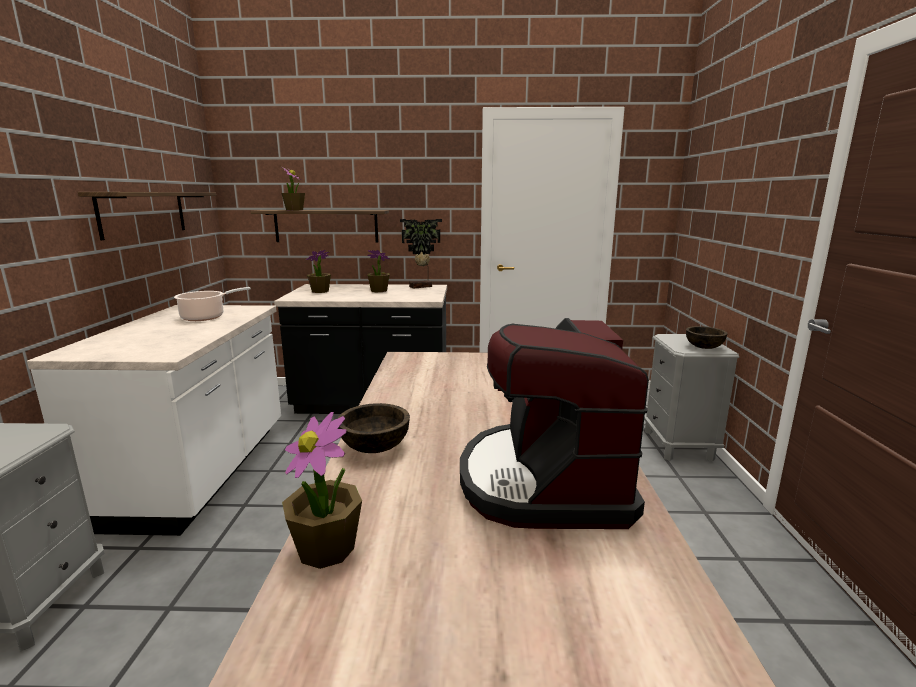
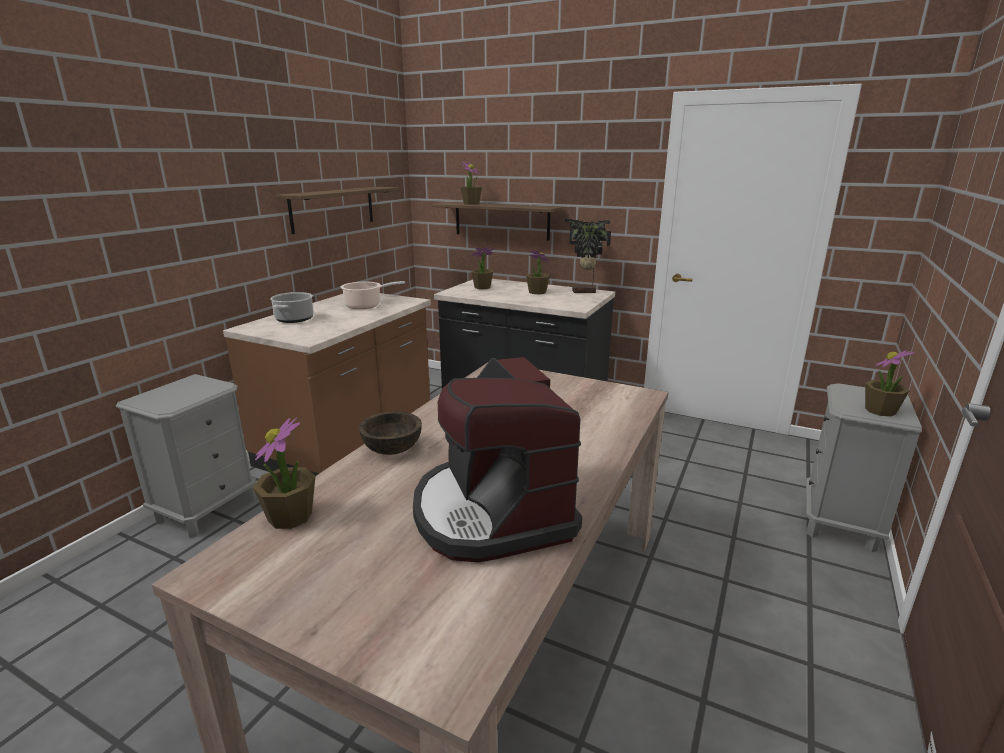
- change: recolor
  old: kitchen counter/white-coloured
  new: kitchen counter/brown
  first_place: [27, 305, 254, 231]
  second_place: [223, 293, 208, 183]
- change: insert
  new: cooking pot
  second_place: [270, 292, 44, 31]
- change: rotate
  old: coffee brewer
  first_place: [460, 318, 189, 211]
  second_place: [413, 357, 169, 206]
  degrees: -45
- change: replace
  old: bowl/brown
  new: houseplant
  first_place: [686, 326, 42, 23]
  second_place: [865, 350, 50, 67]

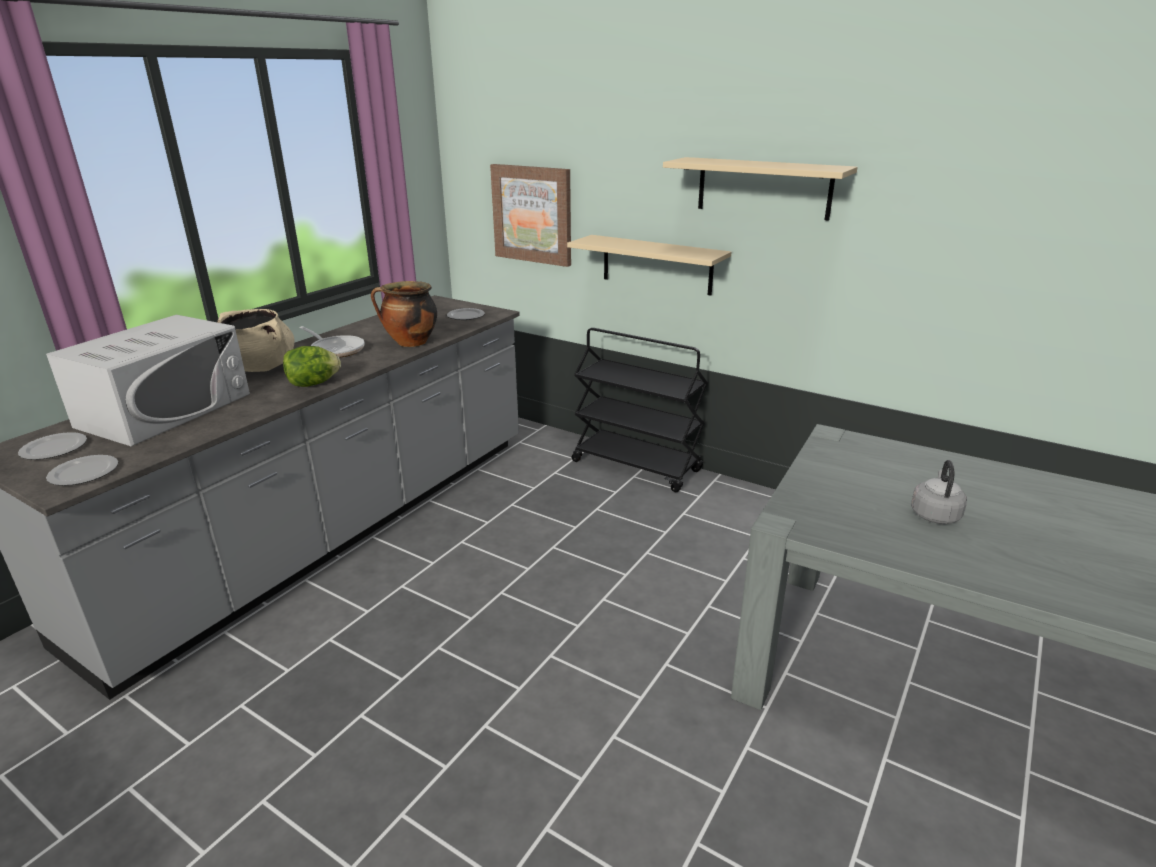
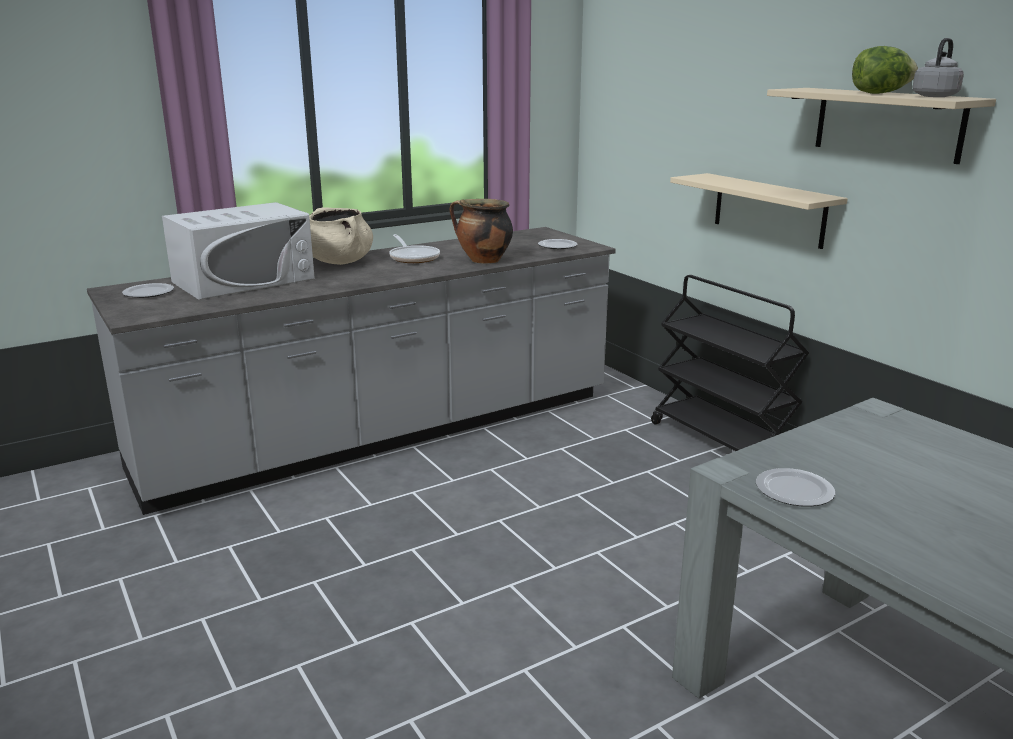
- change: move
  old: dinner plate
  first_place: [46, 455, 72, 31]
  second_place: [756, 468, 79, 39]
- change: move
  old: lettuce head
  first_place: [283, 346, 58, 41]
  second_place: [852, 46, 66, 48]
- change: move
  old: kettle/greyish
  first_place: [911, 460, 56, 64]
  second_place: [912, 38, 52, 59]
- change: delete
  old: wall art
  first_place: [490, 164, 81, 103]

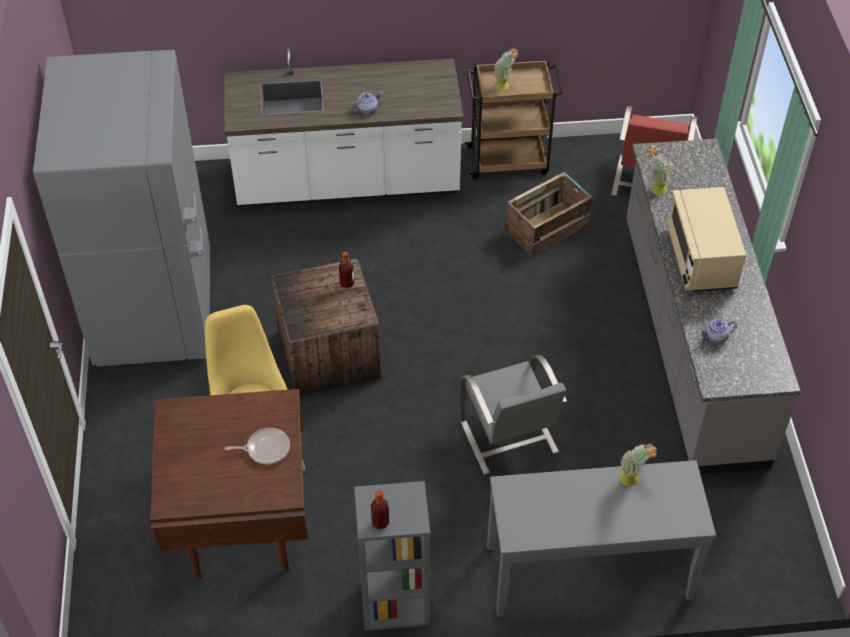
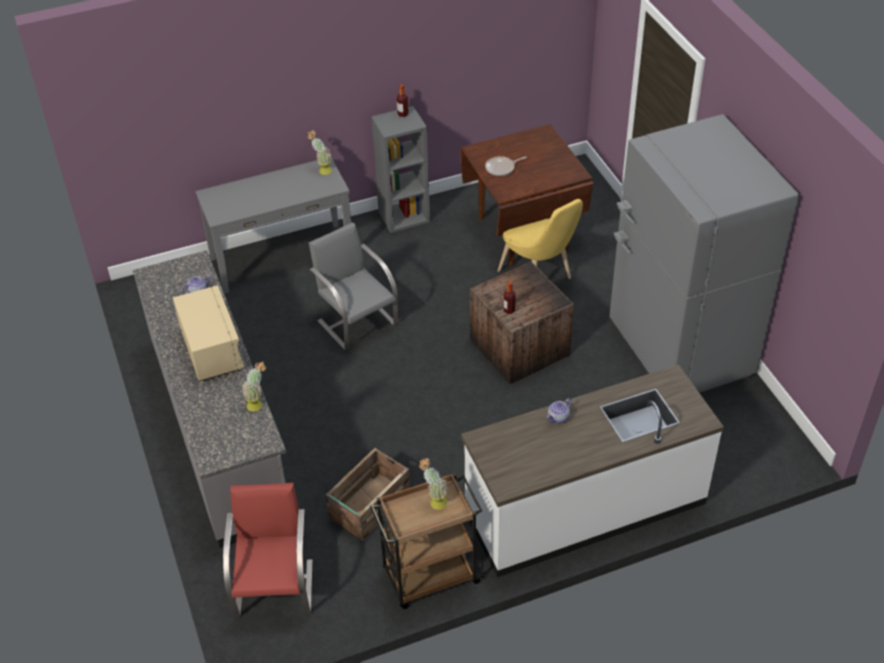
- change: move
  old: houseplant
  first_place: [619, 443, 38, 43]
  second_place: [307, 130, 25, 45]

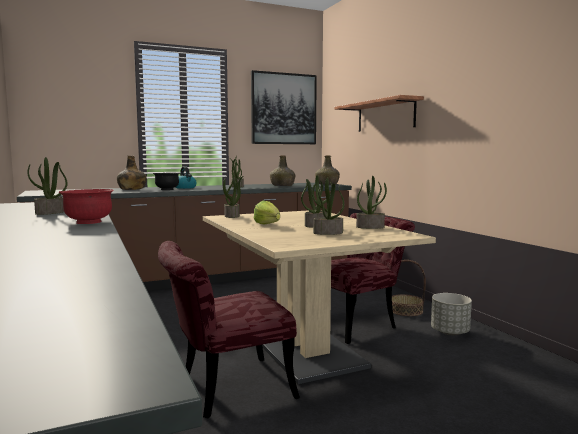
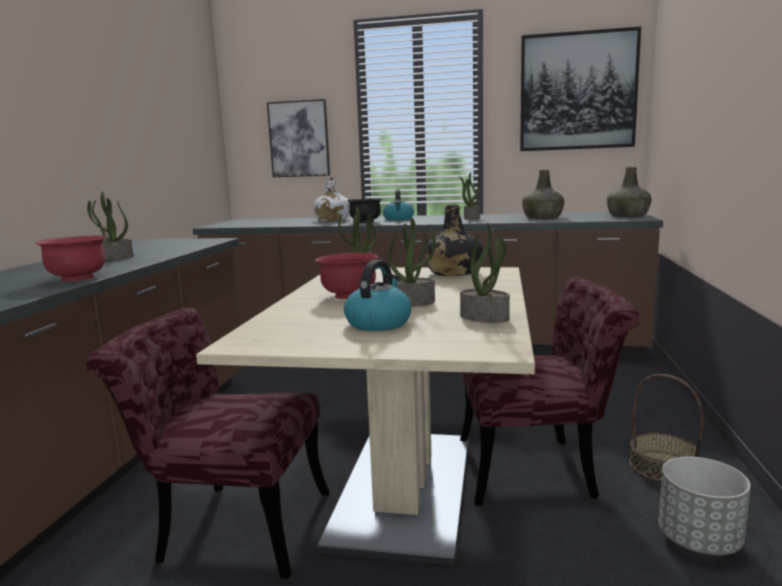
- change: insert
  new: wall art
  second_place: [267, 99, 63, 78]
- change: recolor
  old: bottle/greenish
  new: bottle/white-coloured
  first_place: [117, 156, 30, 34]
  second_place: [314, 176, 36, 45]
- change: replace
  old: lettuce head
  new: bowl/reddish
  first_place: [254, 201, 26, 23]
  second_place: [315, 253, 64, 46]
- change: replace
  old: houseplant
  new: kettle
  first_place: [312, 178, 33, 57]
  second_place: [344, 260, 68, 71]
- change: insert
  new: bottle/black-coloured
  second_place: [425, 204, 58, 72]
- change: delete
  old: shelf
  first_place: [334, 95, 90, 37]

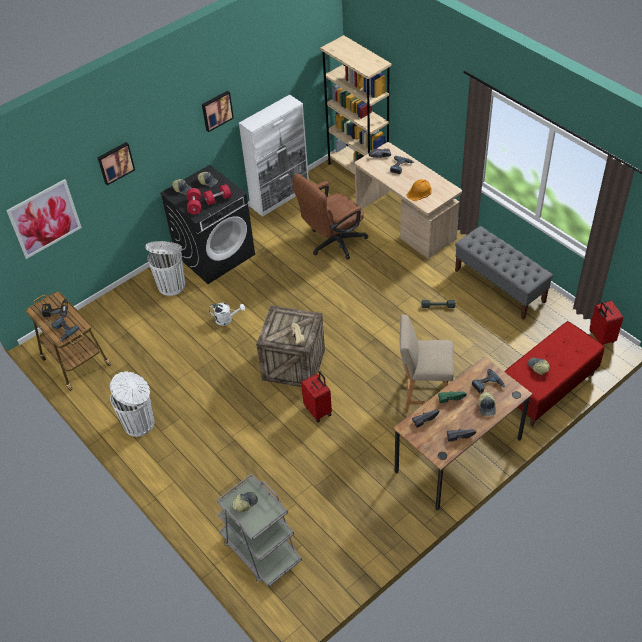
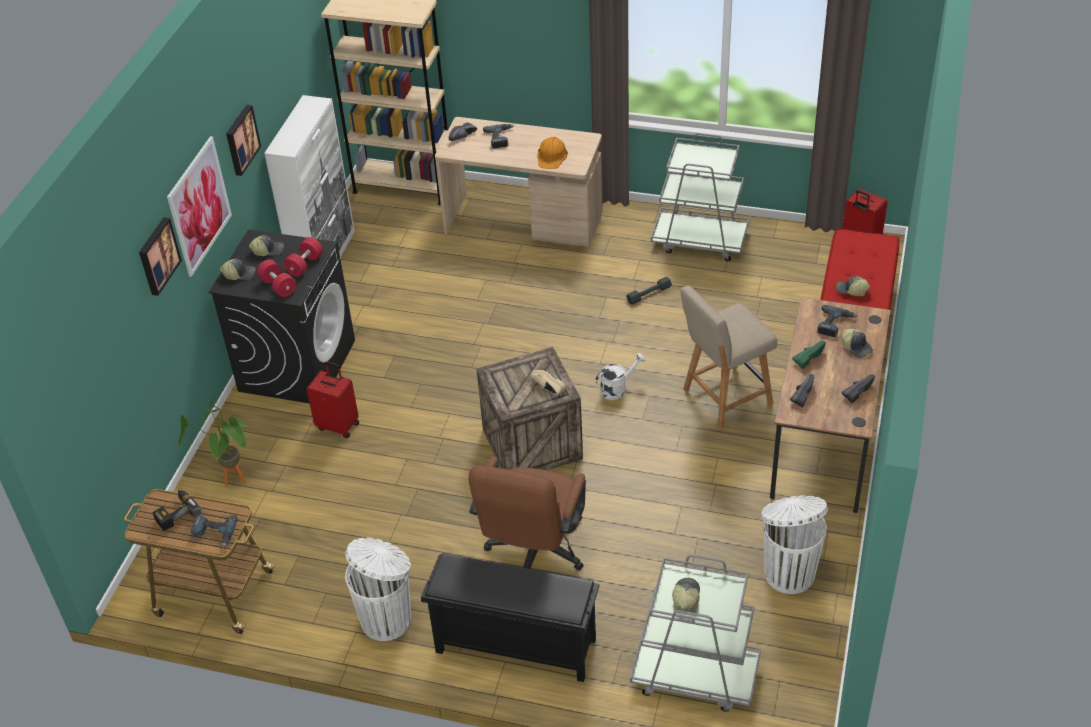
- change: move
  old: wall art
  first_place: [6, 179, 76, 80]
  second_place: [167, 136, 65, 141]
- change: insert
  new: houseplant
  second_place: [178, 397, 71, 90]
- change: move
  old: suitcase/reddish
  first_place: [301, 371, 31, 52]
  second_place: [306, 361, 53, 78]
- change: insert
  new: shoe shelf/black-coloured
  second_place: [421, 553, 178, 129]
- change: move
  old: desk chair/brown
  first_place: [292, 174, 76, 86]
  second_place: [469, 456, 117, 115]
- change: move
  old: watering can/white-coloured
  first_place: [209, 303, 36, 23]
  second_place: [595, 353, 50, 47]
- change: replace
  old: indoor bench/greyish
  new: cart/greyish
  first_place: [455, 226, 98, 94]
  second_place: [651, 133, 98, 128]
- change: move
  old: rubbish bin/white-coloured
  first_place: [145, 241, 40, 55]
  second_place: [762, 495, 66, 99]

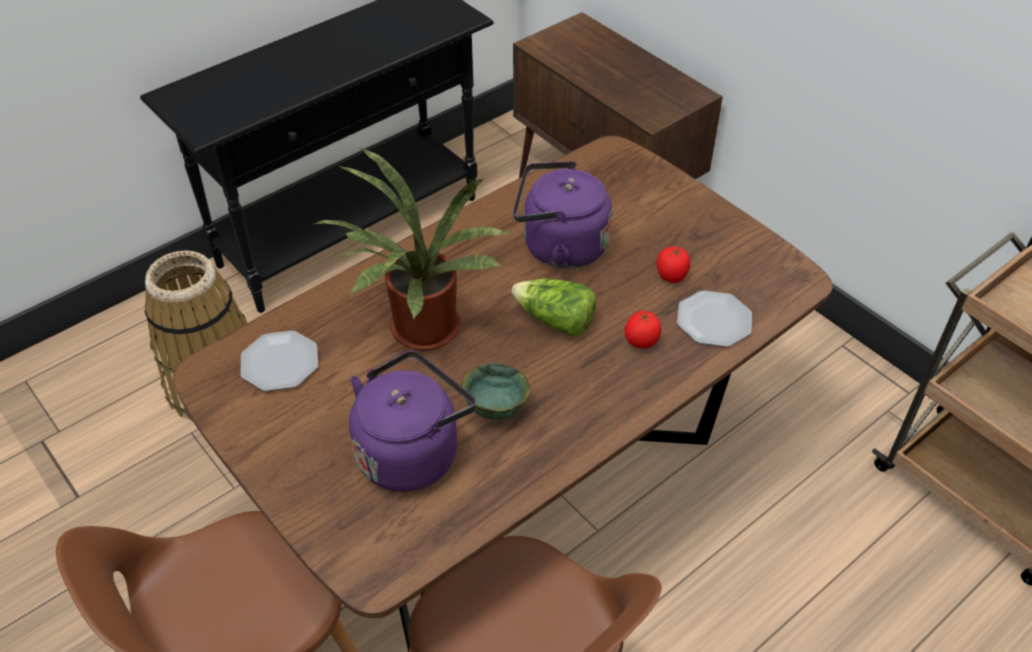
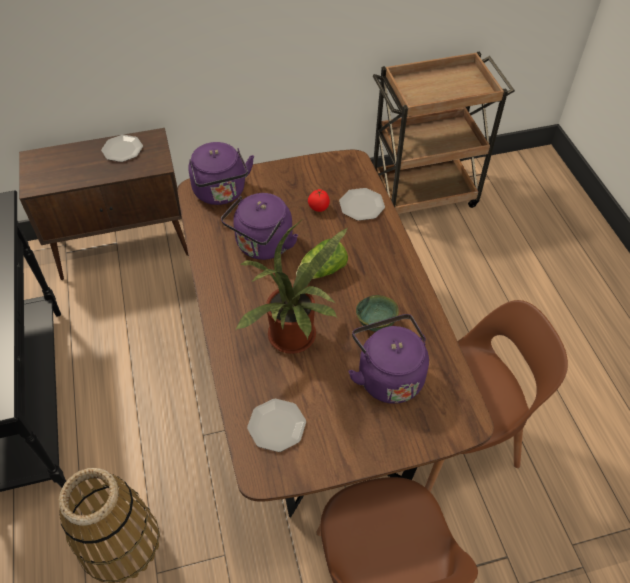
- change: insert
  new: dinner plate
  second_place: [101, 135, 42, 27]
- change: insert
  new: kettle/purplish
  second_place: [188, 142, 66, 63]
- change: delete
  old: fresh tomato
  first_place: [625, 311, 36, 38]

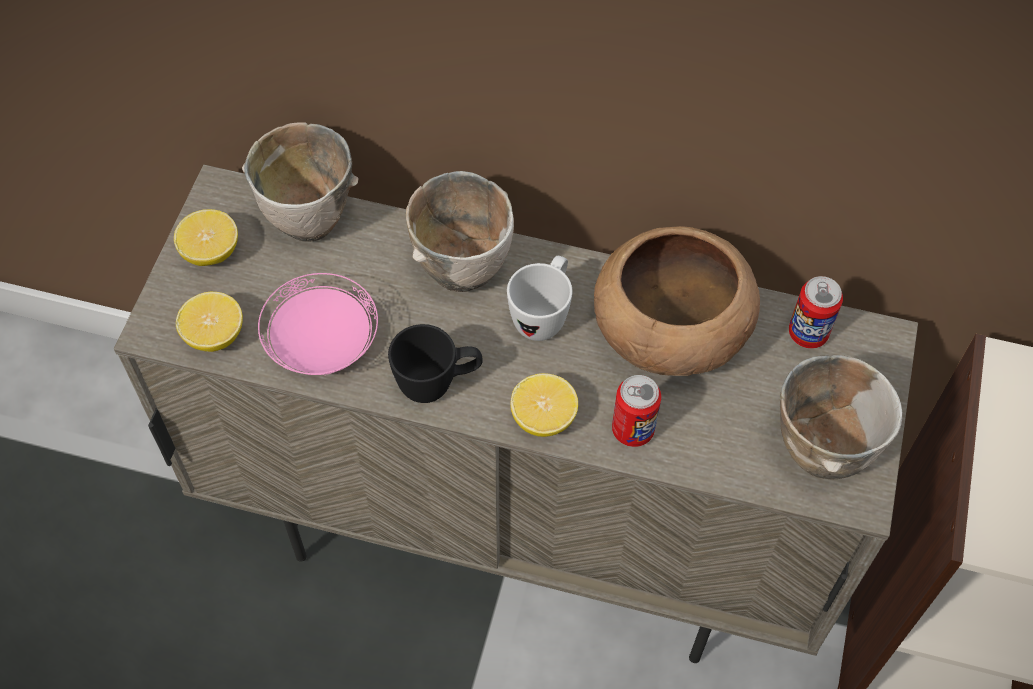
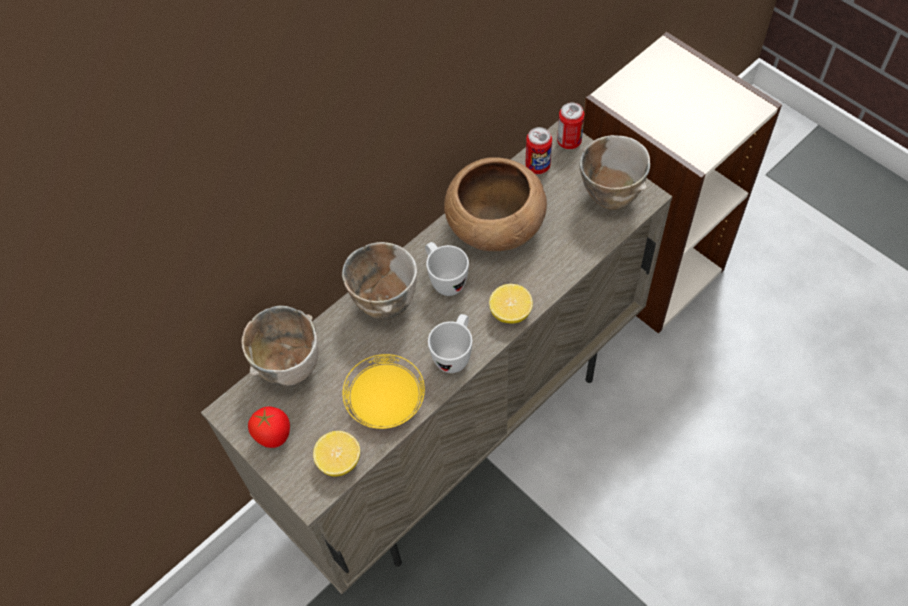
- change: replace
  old: lemon
  new: fresh tomato
  first_place: [174, 209, 64, 57]
  second_place: [248, 406, 42, 42]
- change: recolor
  old: dinner plate/pinkish
  new: dinner plate/yellow-coloured
  first_place: [258, 273, 120, 103]
  second_place: [342, 354, 83, 75]
- change: recolor
  old: tea mug/black-coloured
  new: tea mug/white-coloured
  first_place: [388, 324, 95, 79]
  second_place: [428, 314, 44, 59]
- change: move
  old: can
  first_place: [612, 375, 49, 72]
  second_place: [557, 102, 27, 47]

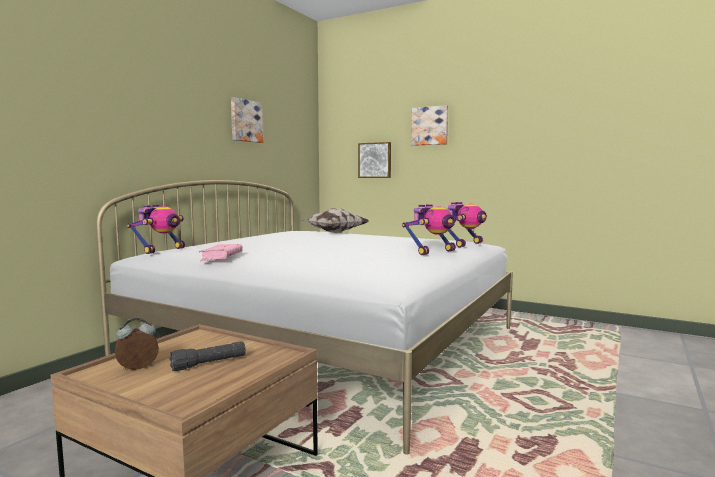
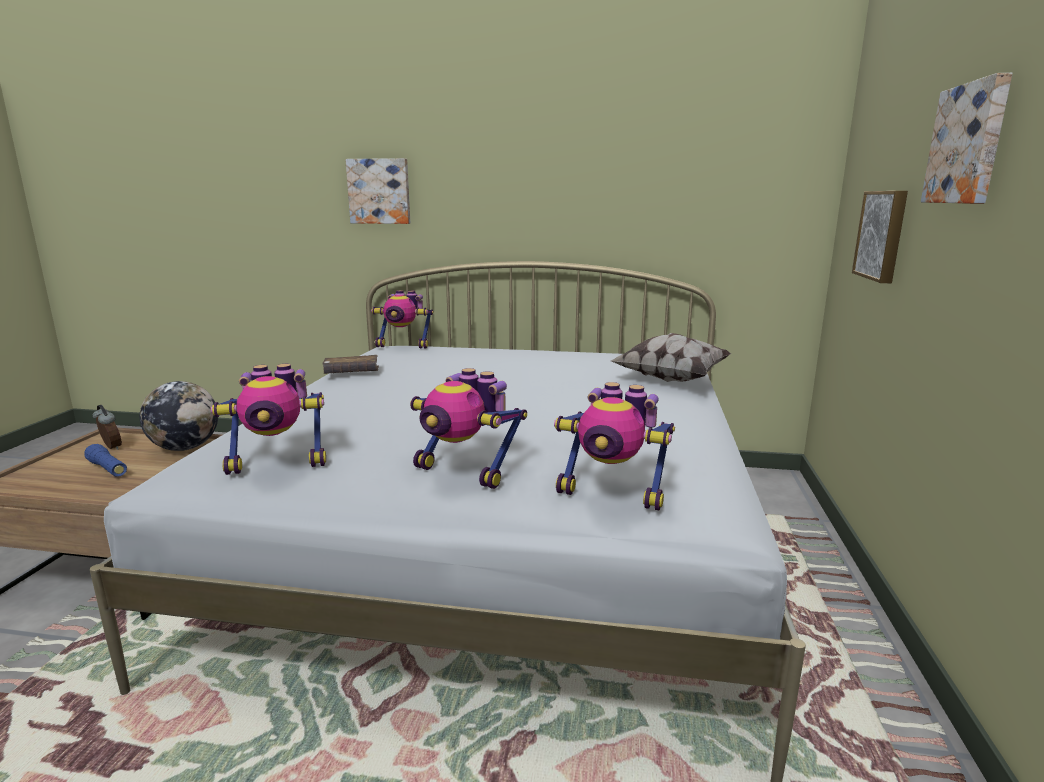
- change: recolor
  old: hand torch/black-coloured
  new: hand torch/bluish
  first_place: [170, 342, 76, 29]
  second_place: [84, 444, 43, 33]
- change: insert
  new: desk globe
  second_place: [140, 381, 78, 70]
- change: insert
  new: model robot
  second_place: [211, 364, 115, 111]
- change: recolor
  old: volume/pinkish
  new: volume/brown
  first_place: [199, 244, 44, 17]
  second_place: [322, 355, 57, 19]
- change: move
  old: wall art
  first_place: [231, 97, 32, 46]
  second_place: [345, 158, 65, 66]

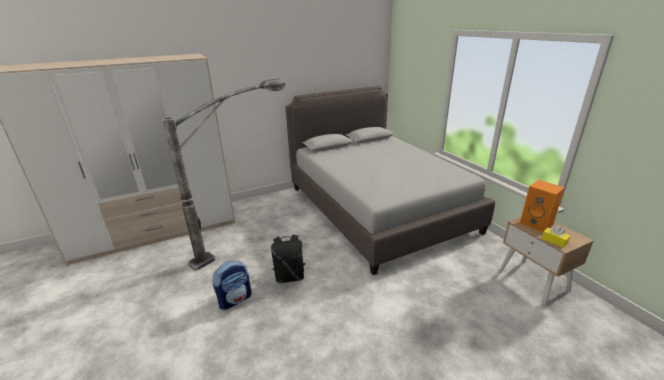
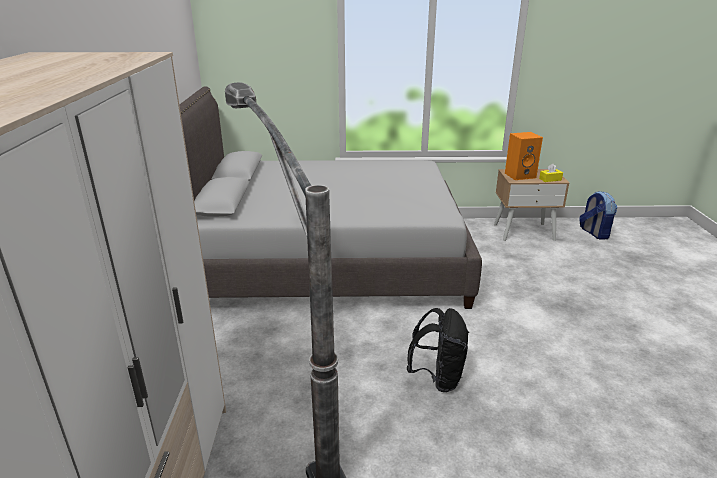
- change: move
  old: rucksack
  first_place: [213, 260, 38, 50]
  second_place: [579, 191, 38, 48]

